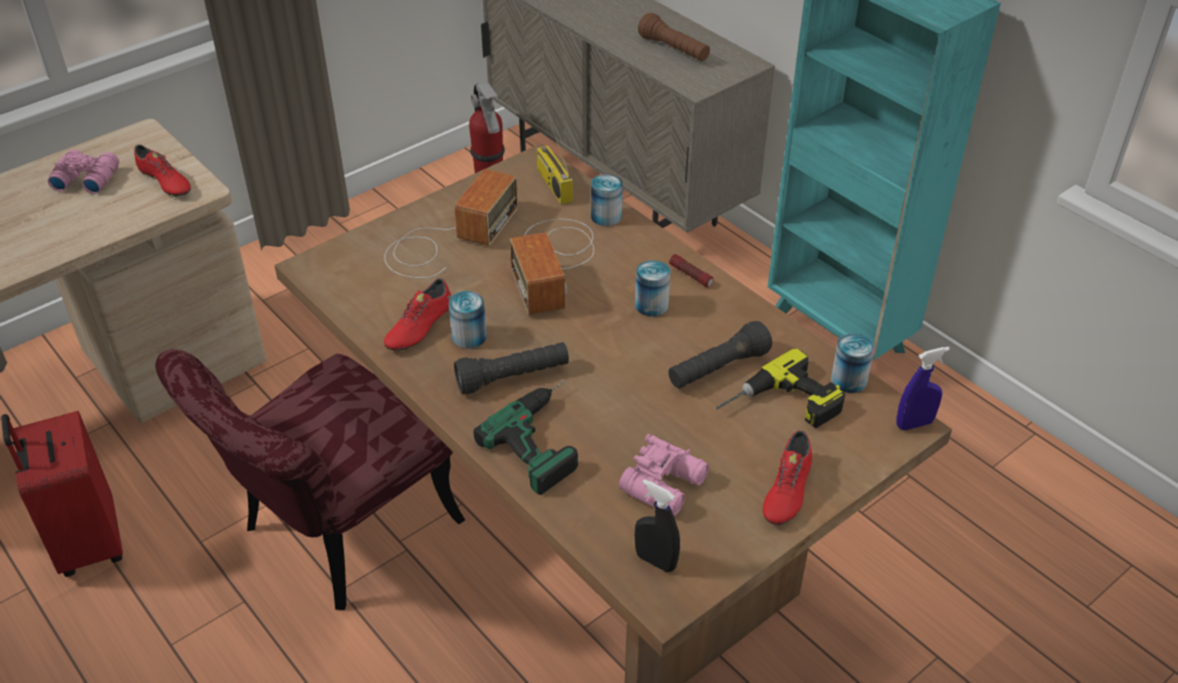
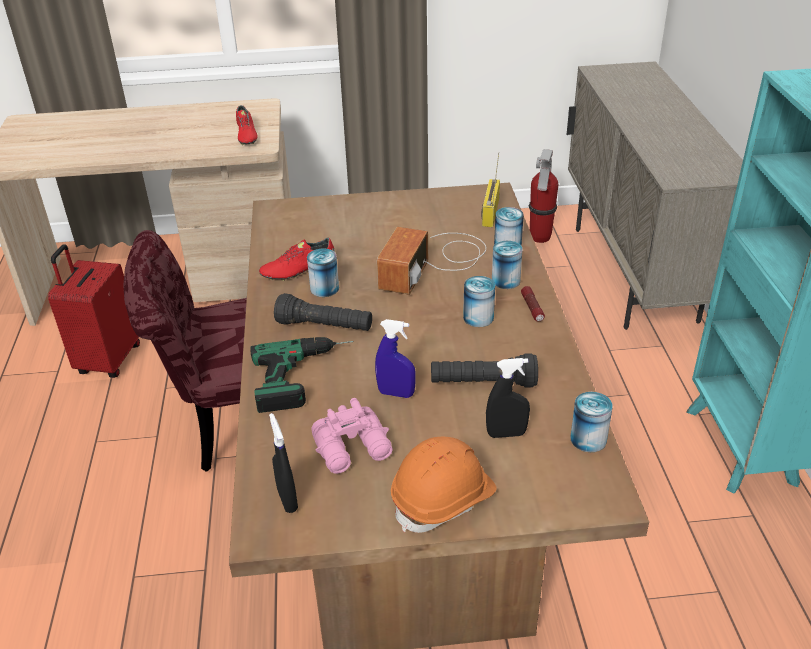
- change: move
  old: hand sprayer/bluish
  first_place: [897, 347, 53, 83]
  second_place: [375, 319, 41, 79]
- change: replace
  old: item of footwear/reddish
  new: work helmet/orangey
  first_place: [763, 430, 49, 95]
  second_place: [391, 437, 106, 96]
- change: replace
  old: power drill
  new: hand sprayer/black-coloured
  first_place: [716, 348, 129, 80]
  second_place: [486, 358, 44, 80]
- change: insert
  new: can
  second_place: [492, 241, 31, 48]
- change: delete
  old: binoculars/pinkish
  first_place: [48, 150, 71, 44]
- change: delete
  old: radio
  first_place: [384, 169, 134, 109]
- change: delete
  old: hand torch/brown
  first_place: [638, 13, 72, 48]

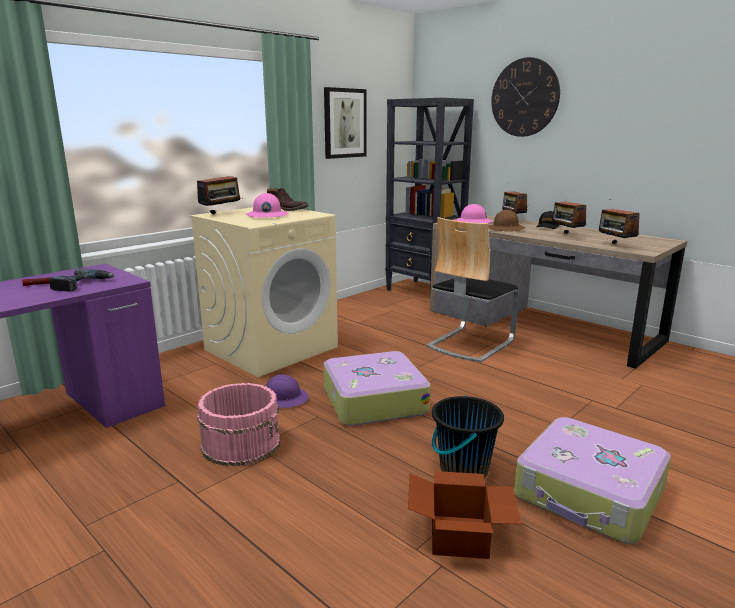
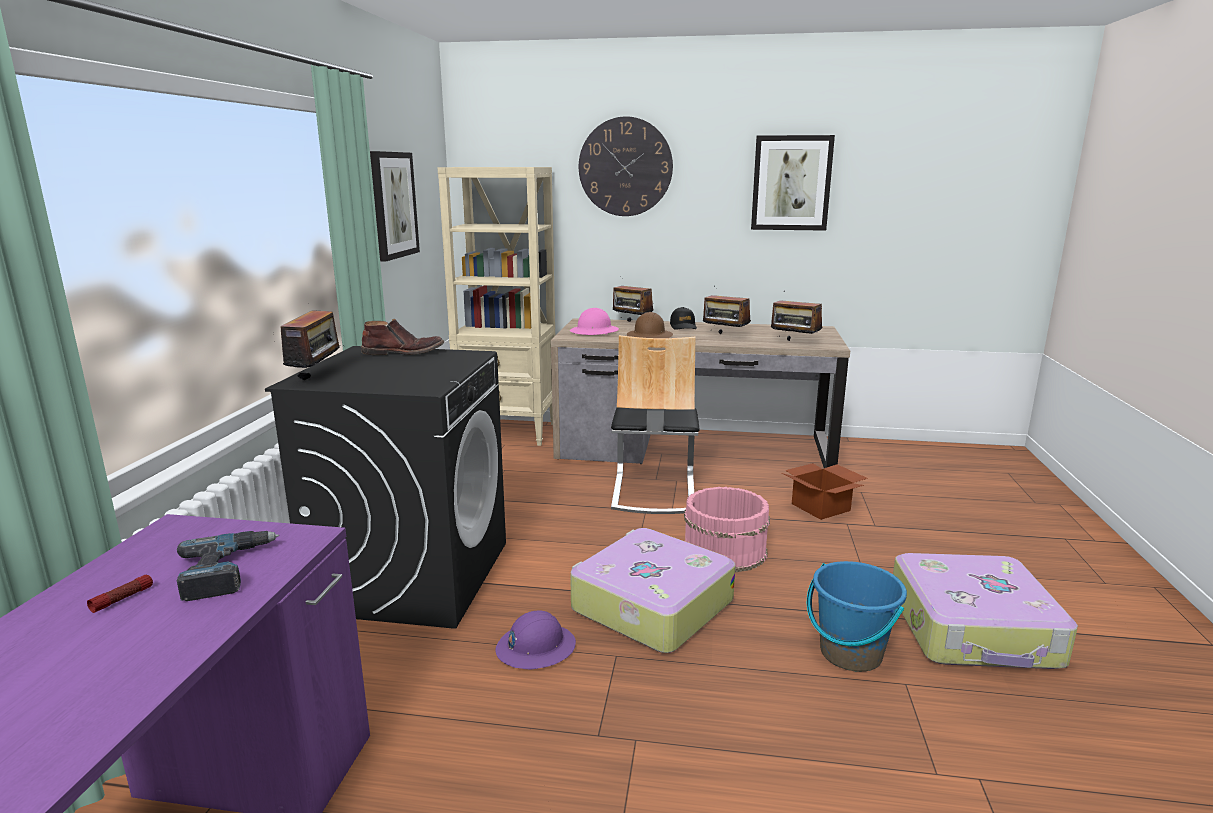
- change: recolor
  old: laundry appliance/beige
  new: laundry appliance/black-coloured
  first_place: [190, 207, 148, 170]
  second_place: [265, 346, 241, 283]
- change: recolor
  old: bookshelf/black-coloured
  new: bookshelf/beige
  first_place: [385, 98, 89, 193]
  second_place: [437, 167, 118, 279]
- change: move
  old: bucket/pinkish
  first_place: [197, 383, 84, 83]
  second_place: [684, 487, 86, 86]
- change: insert
  new: wall art
  second_place: [751, 135, 84, 96]
- change: move
  old: cardboard box
  first_place: [408, 471, 113, 88]
  second_place: [781, 463, 87, 57]
- change: recolor
  old: bucket/black-coloured
  new: bucket/bluish
  first_place: [432, 395, 72, 83]
  second_place: [807, 561, 100, 111]
- change: delete
  old: work helmet/pinkish
  first_place: [246, 193, 42, 24]

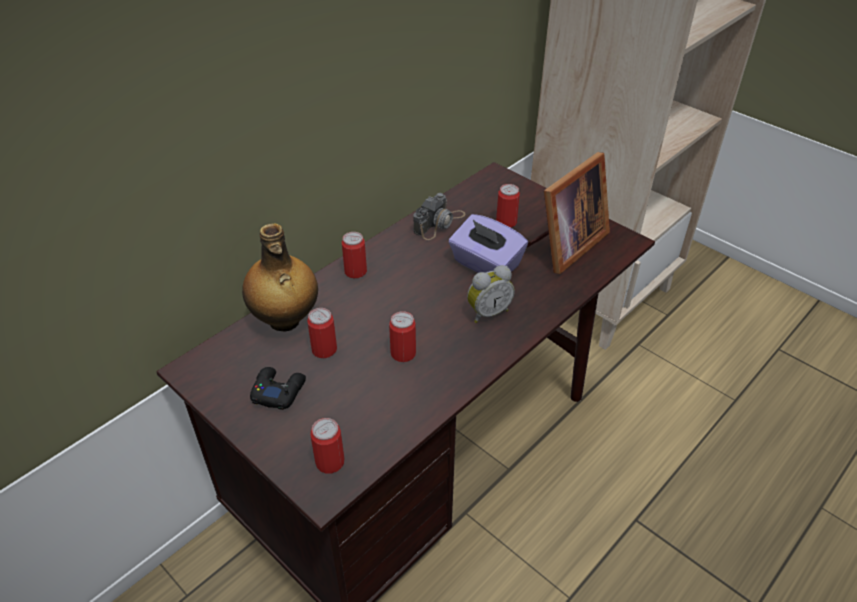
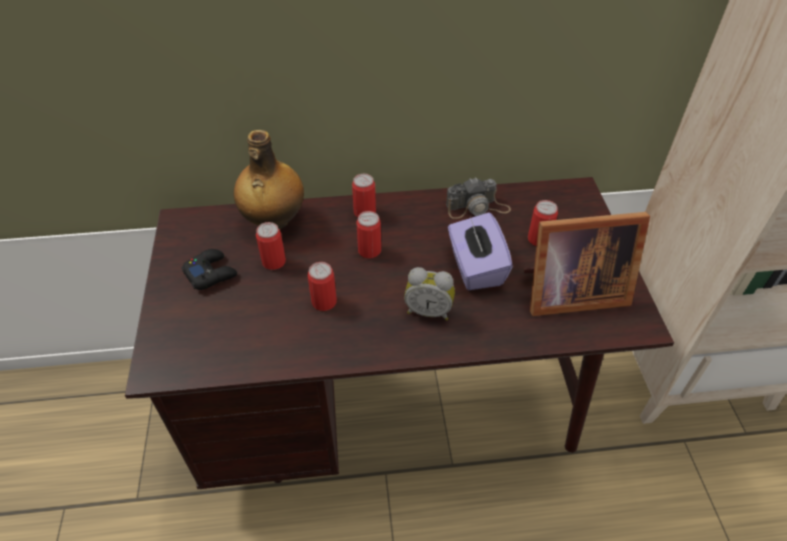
- change: move
  old: can
  first_place: [310, 418, 34, 56]
  second_place: [356, 211, 25, 47]

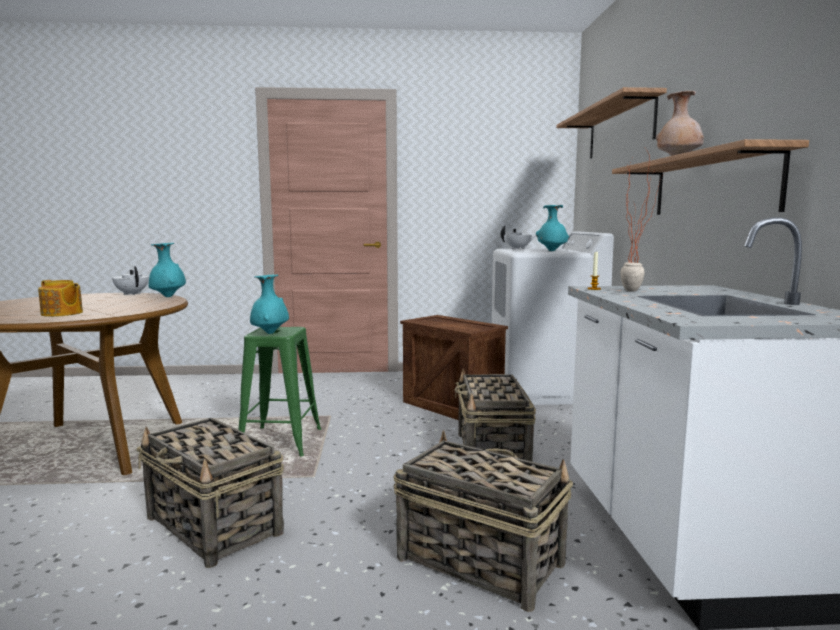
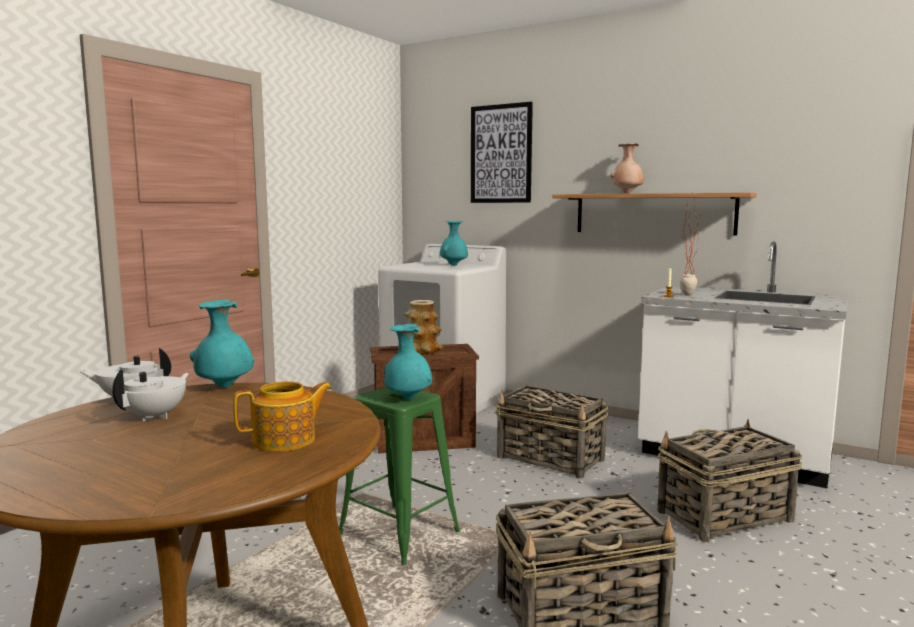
- change: move
  old: teapot/white-coloured
  first_place: [500, 226, 36, 24]
  second_place: [112, 370, 77, 51]
- change: insert
  new: decorative vase
  second_place: [404, 300, 39, 55]
- change: replace
  old: shelf
  new: wall art
  first_place: [557, 87, 110, 71]
  second_place: [471, 102, 62, 101]

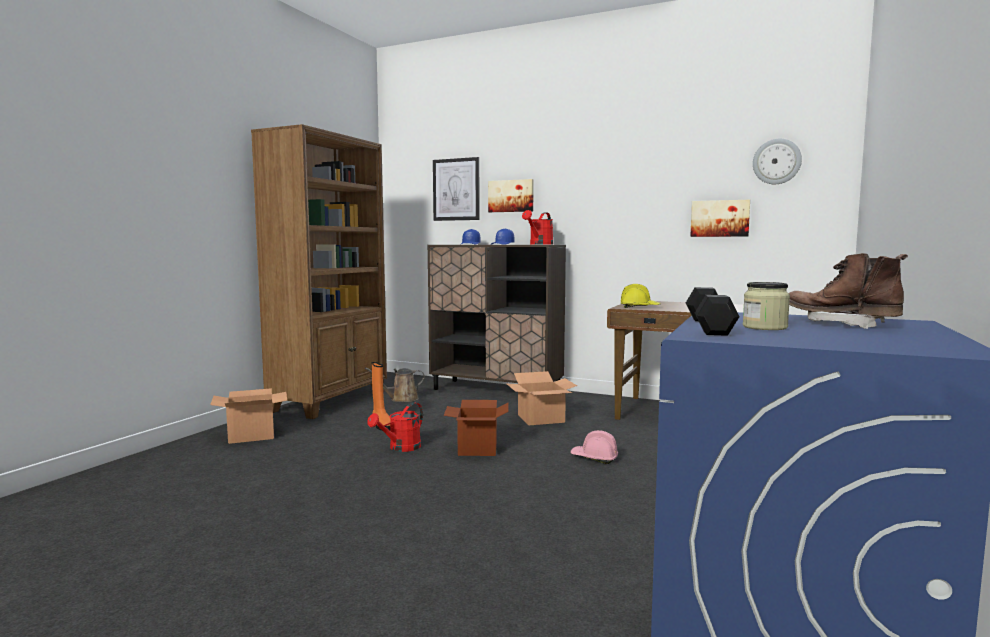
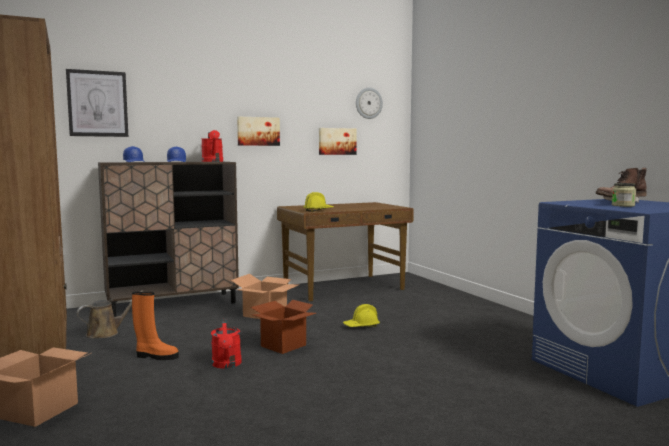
- change: rotate
  old: watering can/brown
  first_place: [365, 368, 60, 34]
  second_place: [77, 290, 66, 48]
  degrees: -150
- change: move
  old: wall art
  first_place: [488, 179, 46, 33]
  second_place: [237, 116, 43, 30]
- change: recolor
  old: work helmet/pinkish
  new: work helmet/yellow-coloured
  first_place: [570, 430, 48, 34]
  second_place: [343, 304, 37, 23]
- change: delete
  old: free weight/black-coloured
  first_place: [686, 287, 54, 49]

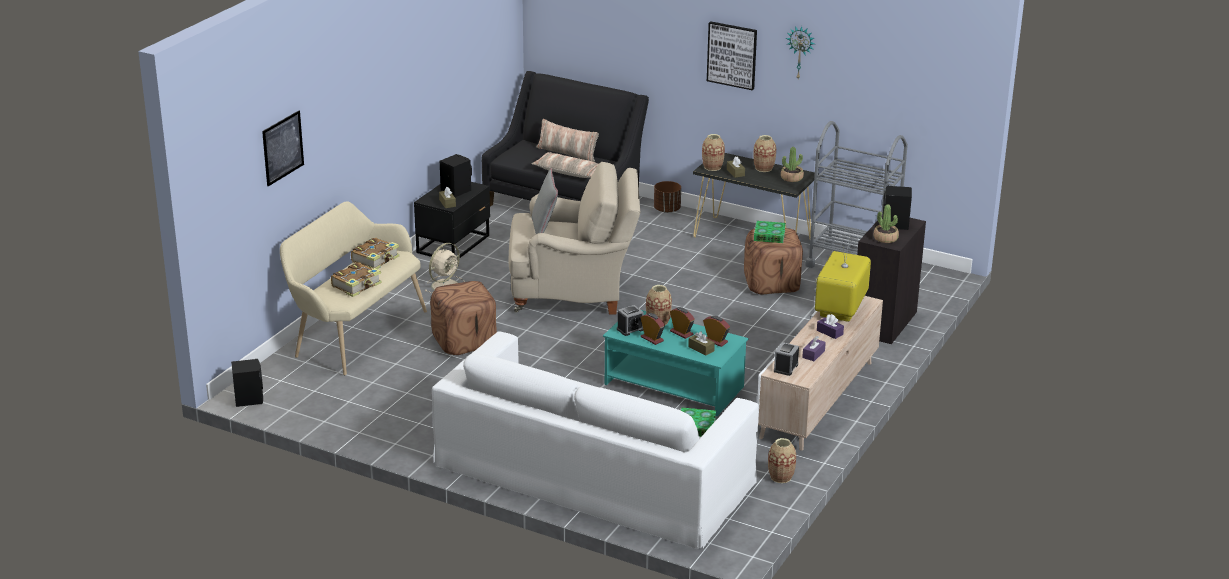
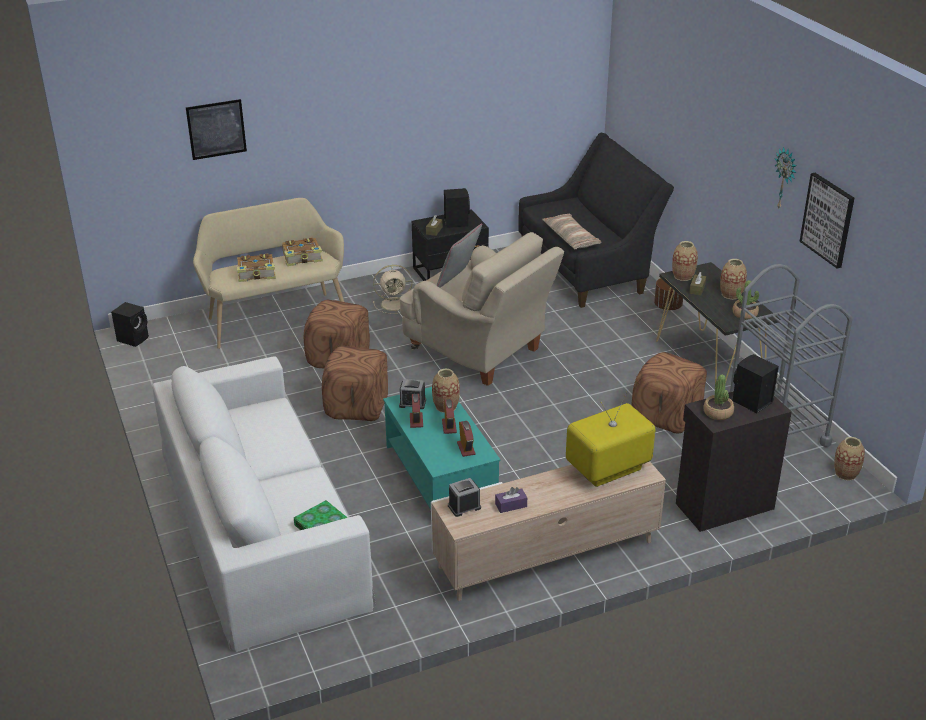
- change: insert
  new: ottoman/brown
  second_place: [322, 346, 66, 75]
- change: move
  old: wall art
  first_place: [707, 21, 50, 69]
  second_place: [800, 173, 54, 96]
- change: move
  old: decorative vase
  first_place: [768, 438, 28, 45]
  second_place: [834, 437, 31, 43]
- change: delete
  old: throw pillow
  first_place: [536, 119, 63, 43]
- change: delete
  old: tissue box/brown
  first_place: [688, 331, 27, 25]
- change: delete
  old: volume
  first_place: [754, 221, 32, 22]
- change: delete
  old: tissue box/purplish
  first_place: [817, 314, 27, 25]

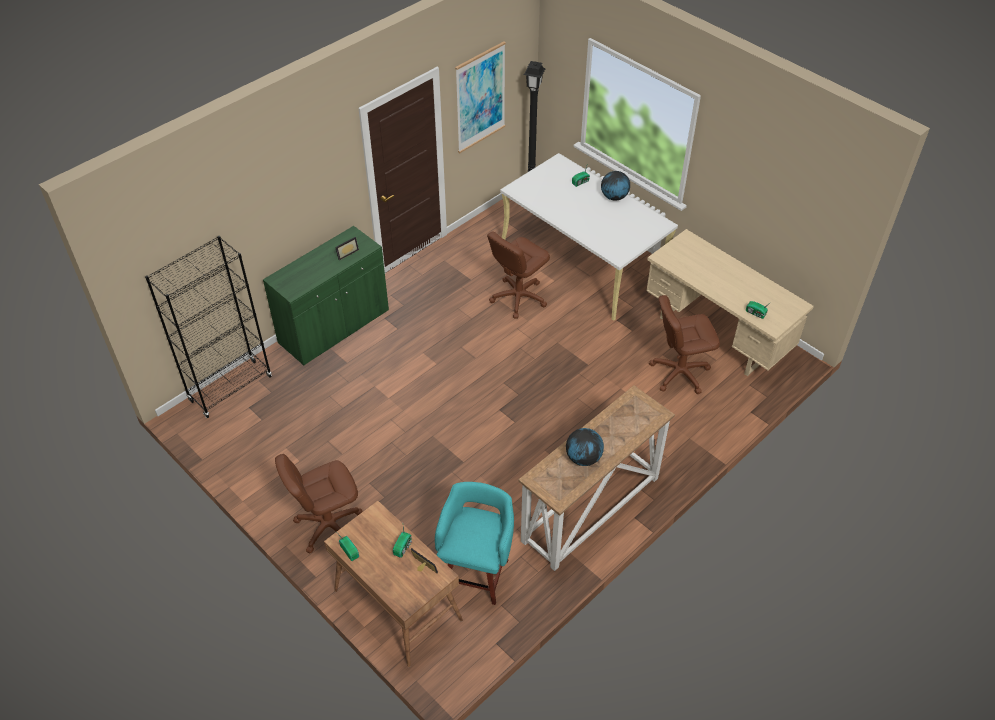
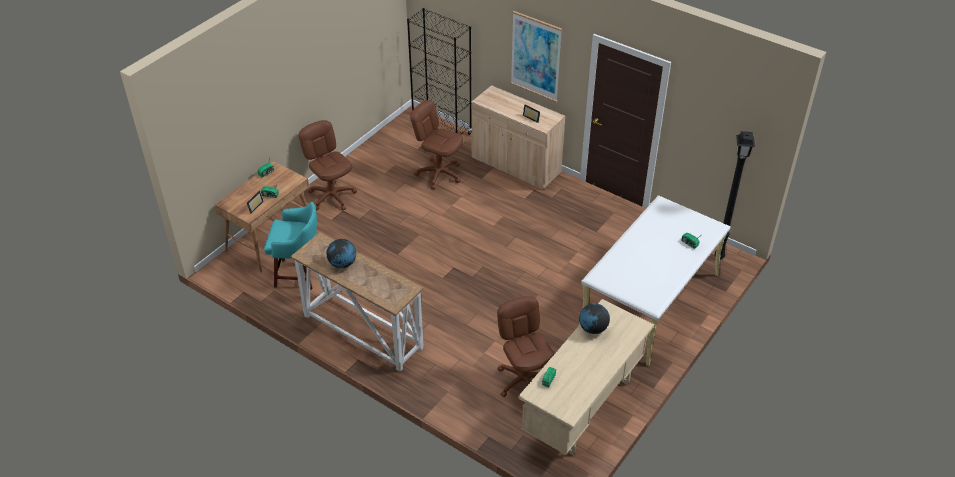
- change: move
  old: desk chair/brown
  first_place: [487, 231, 63, 88]
  second_place: [410, 100, 53, 89]
- change: recolor
  old: cabinet/greenish
  new: cabinet/beige
  first_place: [263, 226, 126, 139]
  second_place: [471, 85, 94, 105]
- change: move
  old: wall art
  first_place: [455, 41, 51, 112]
  second_place: [511, 11, 51, 91]
- change: move
  old: desk globe
  first_place: [601, 171, 29, 30]
  second_place: [579, 303, 31, 31]

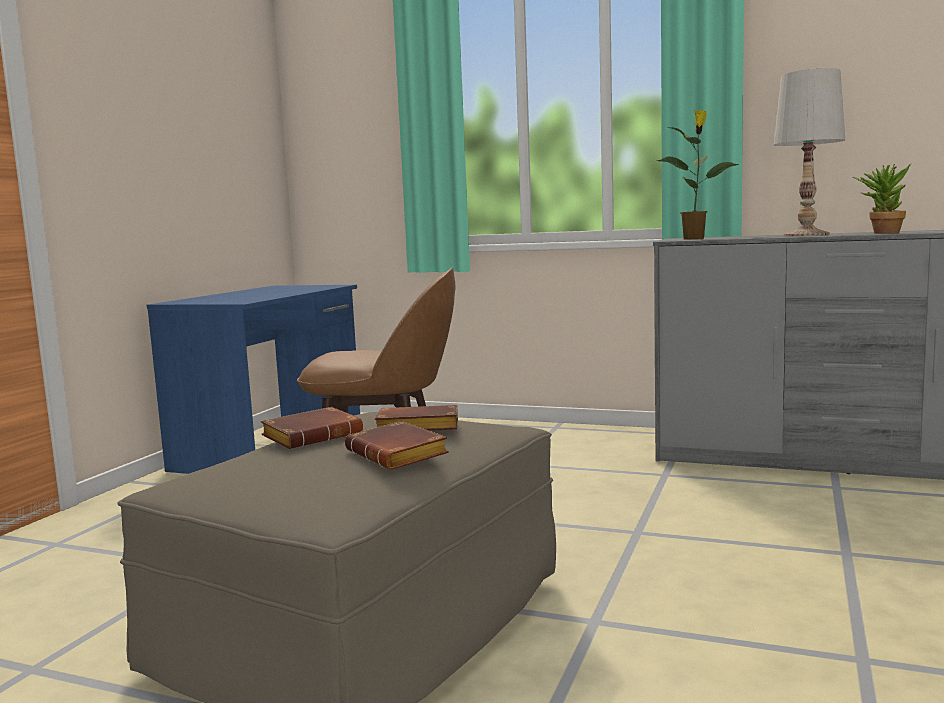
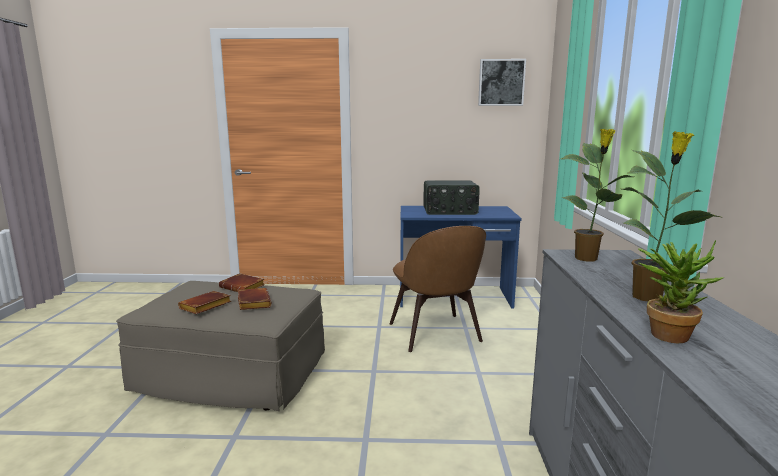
- change: insert
  new: radio
  second_place: [423, 181, 57, 34]
- change: insert
  new: wall art
  second_place: [478, 59, 48, 47]
- change: replace
  old: table lamp/white-coloured
  new: houseplant
  first_place: [774, 68, 71, 168]
  second_place: [622, 131, 98, 170]

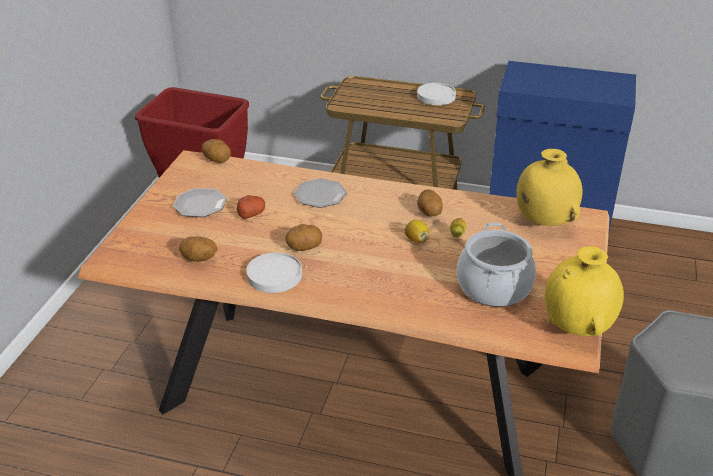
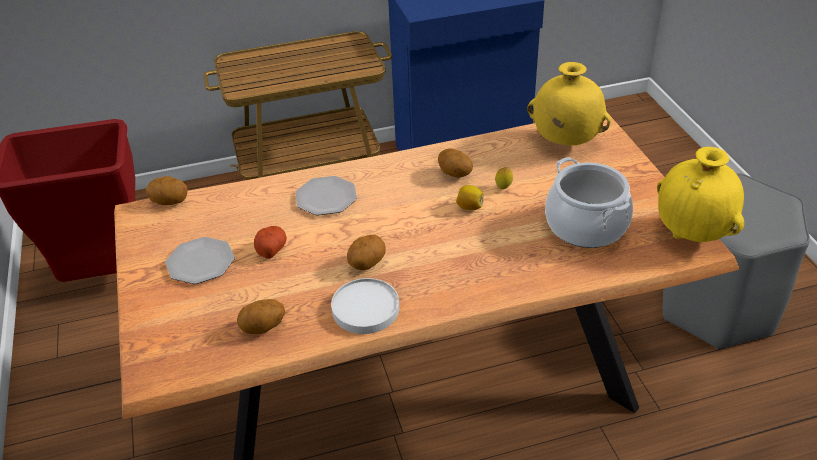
- change: delete
  old: dinner plate/white-coloured
  first_place: [417, 83, 39, 22]

